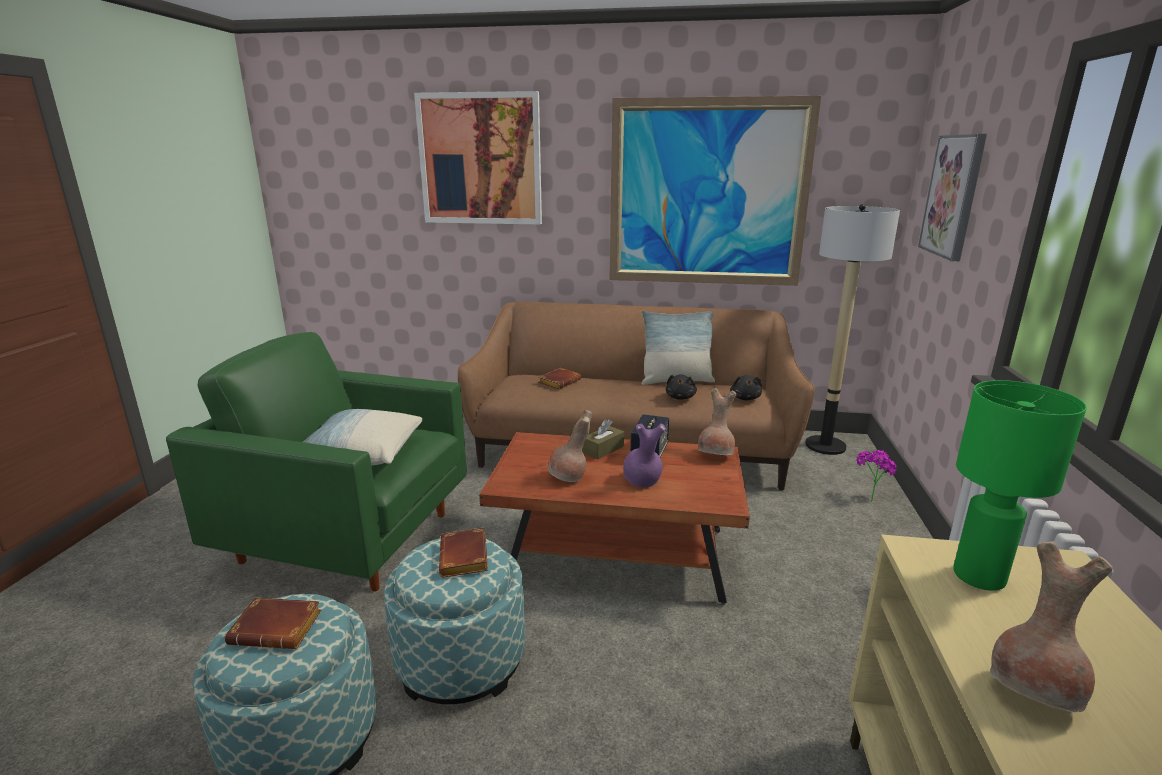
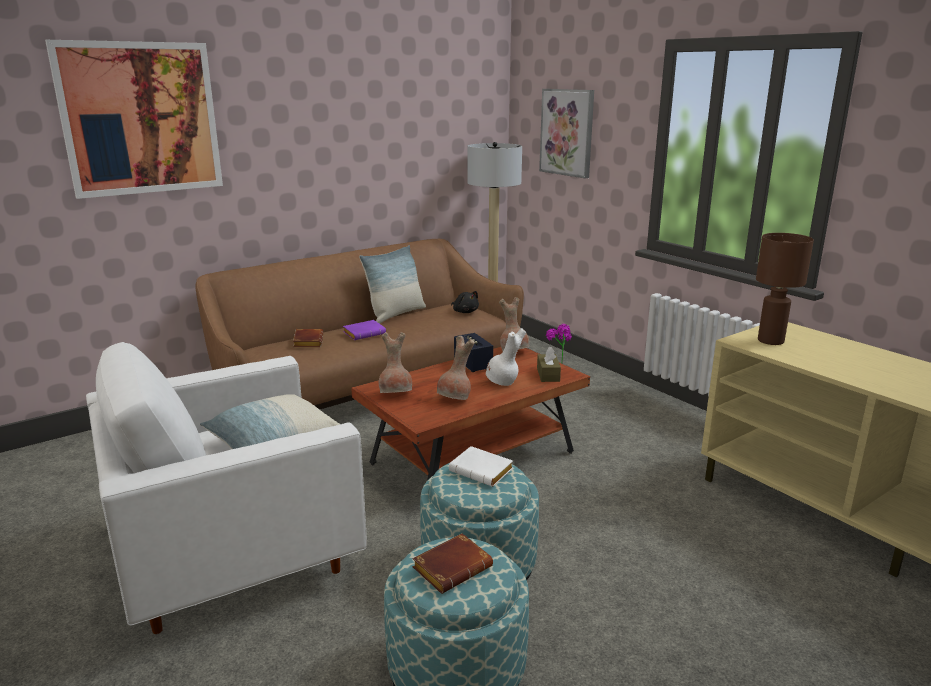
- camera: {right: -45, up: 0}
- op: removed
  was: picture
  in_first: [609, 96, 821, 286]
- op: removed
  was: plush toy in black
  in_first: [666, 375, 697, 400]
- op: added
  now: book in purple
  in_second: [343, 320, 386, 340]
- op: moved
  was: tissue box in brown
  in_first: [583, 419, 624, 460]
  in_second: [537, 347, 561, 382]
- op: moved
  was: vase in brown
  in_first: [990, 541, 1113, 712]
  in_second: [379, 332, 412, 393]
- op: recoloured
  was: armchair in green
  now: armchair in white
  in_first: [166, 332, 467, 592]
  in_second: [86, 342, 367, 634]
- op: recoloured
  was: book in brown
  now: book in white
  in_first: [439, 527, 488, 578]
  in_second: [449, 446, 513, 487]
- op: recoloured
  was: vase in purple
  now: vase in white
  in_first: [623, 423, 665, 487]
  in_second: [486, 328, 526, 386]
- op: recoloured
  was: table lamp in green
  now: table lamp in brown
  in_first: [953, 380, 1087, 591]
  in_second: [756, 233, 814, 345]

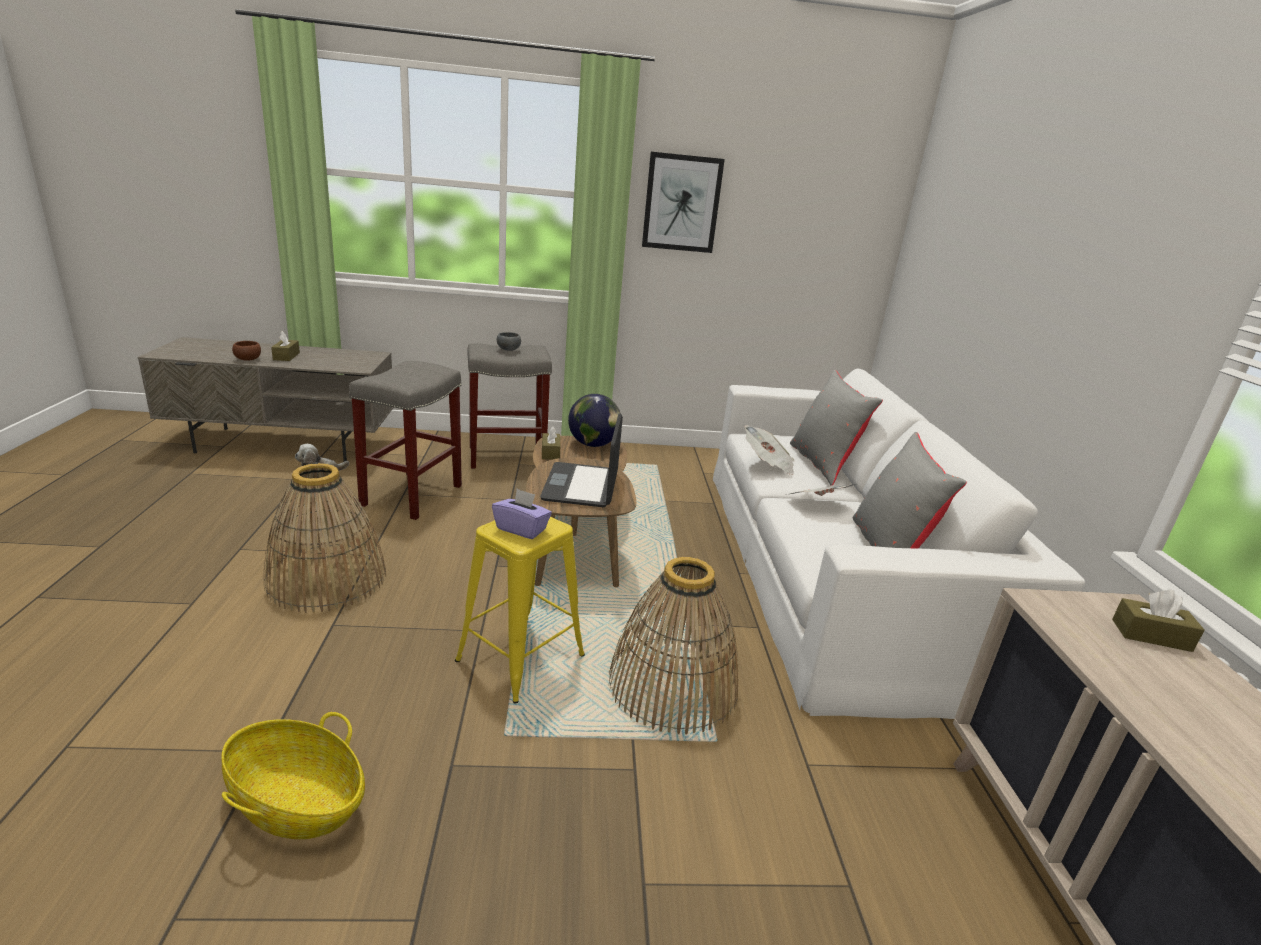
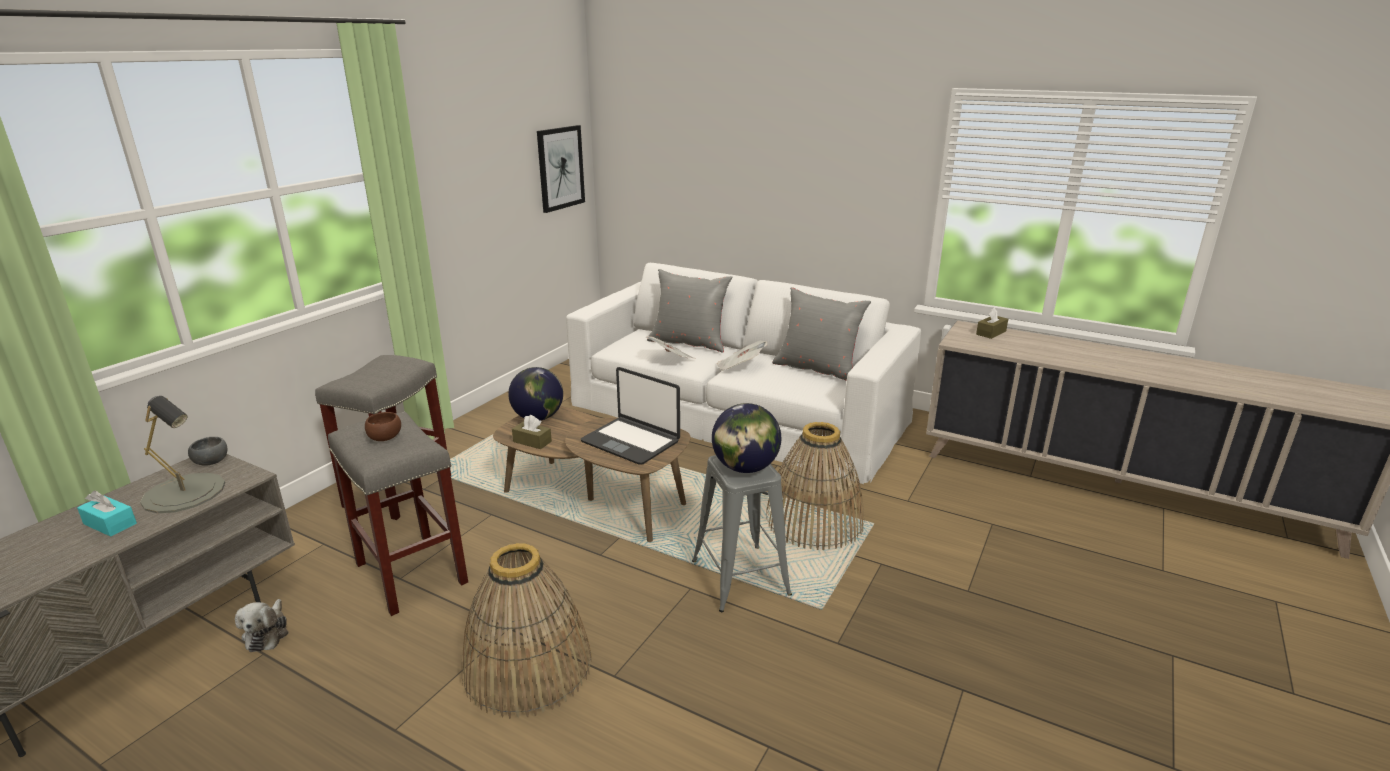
- camera: {right: -55, up: 0}
- op: removed
  was: basket
  in_first: [221, 712, 365, 839]
- op: added
  now: table lamp in grey
  in_second: [140, 396, 225, 513]
- op: moved
  was: bowl in brown
  in_first: [232, 341, 261, 361]
  in_second: [365, 412, 401, 441]
- op: moved
  was: bowl in grey
  in_first: [497, 332, 521, 351]
  in_second: [188, 437, 227, 466]
- op: moved
  was: picture
  in_first: [642, 152, 725, 253]
  in_second: [537, 125, 585, 213]
- op: replaced
  was: tissue box in purple
  now: globe
  in_first: [492, 489, 552, 539]
  in_second: [712, 403, 781, 473]
- op: recoloured
  was: tissue box in brown
  now: tissue box in turquoise
  in_first: [271, 331, 300, 361]
  in_second: [77, 491, 137, 536]
- op: recoloured
  was: stool in yellow
  now: stool in grey
  in_first: [455, 516, 585, 704]
  in_second: [692, 455, 792, 612]

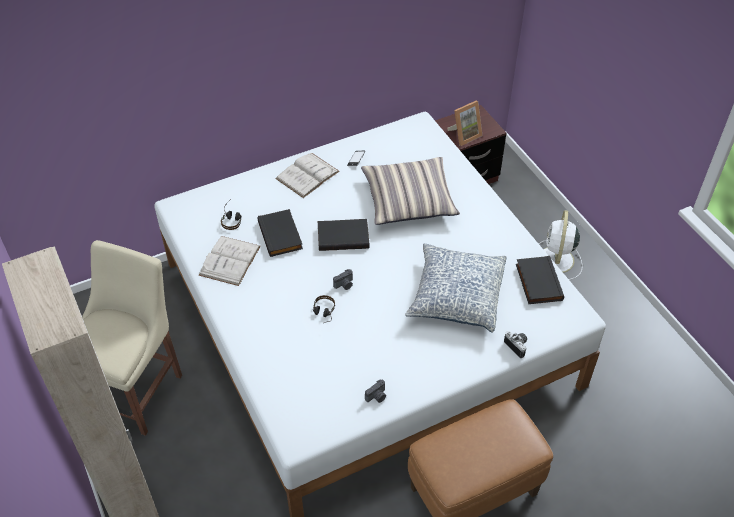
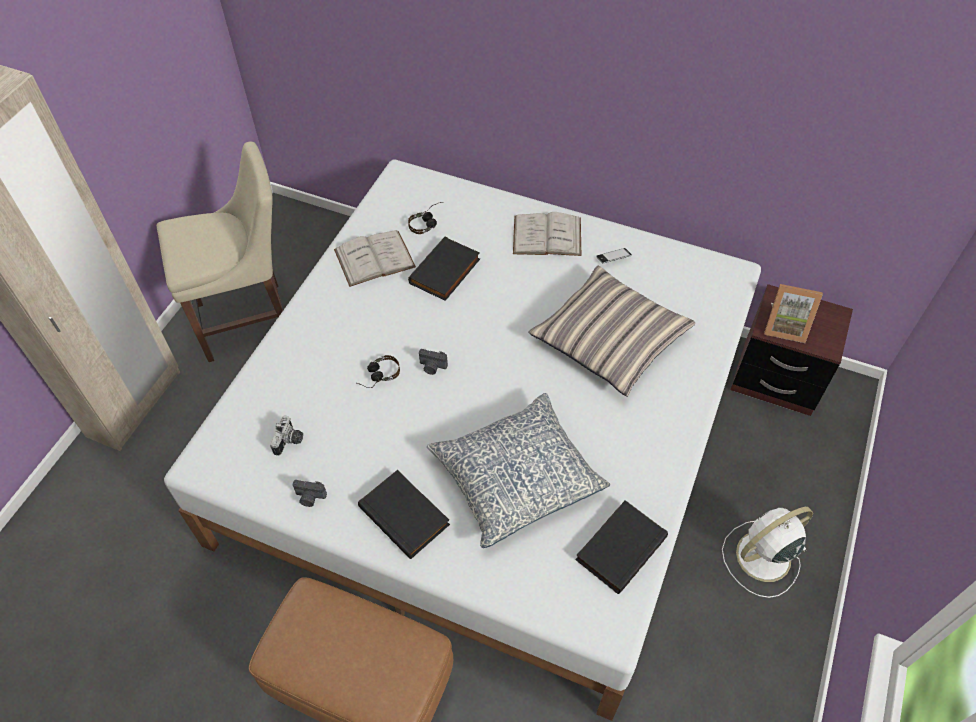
- camera: {right: 50, up: 5}
- op: moved
  was: book in black
  in_first: [318, 219, 369, 251]
  in_second: [358, 470, 450, 559]
- op: moved
  was: photo camera
  in_first: [504, 331, 527, 358]
  in_second: [270, 415, 303, 456]

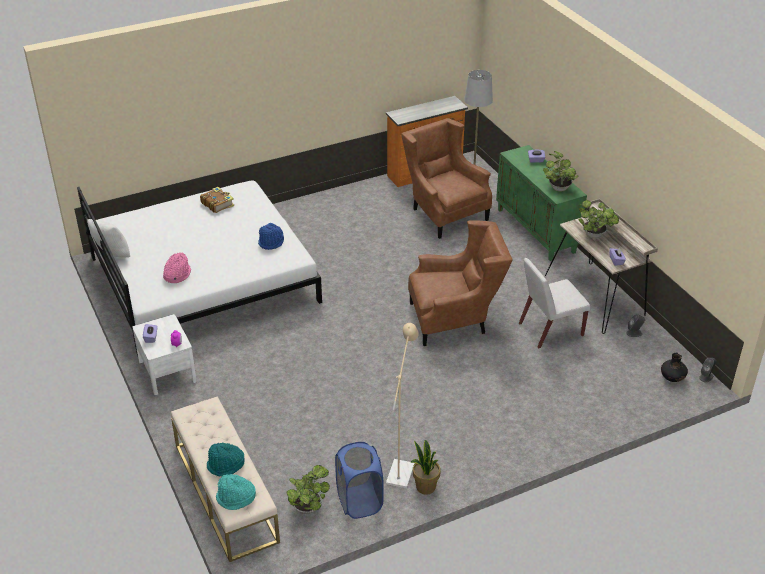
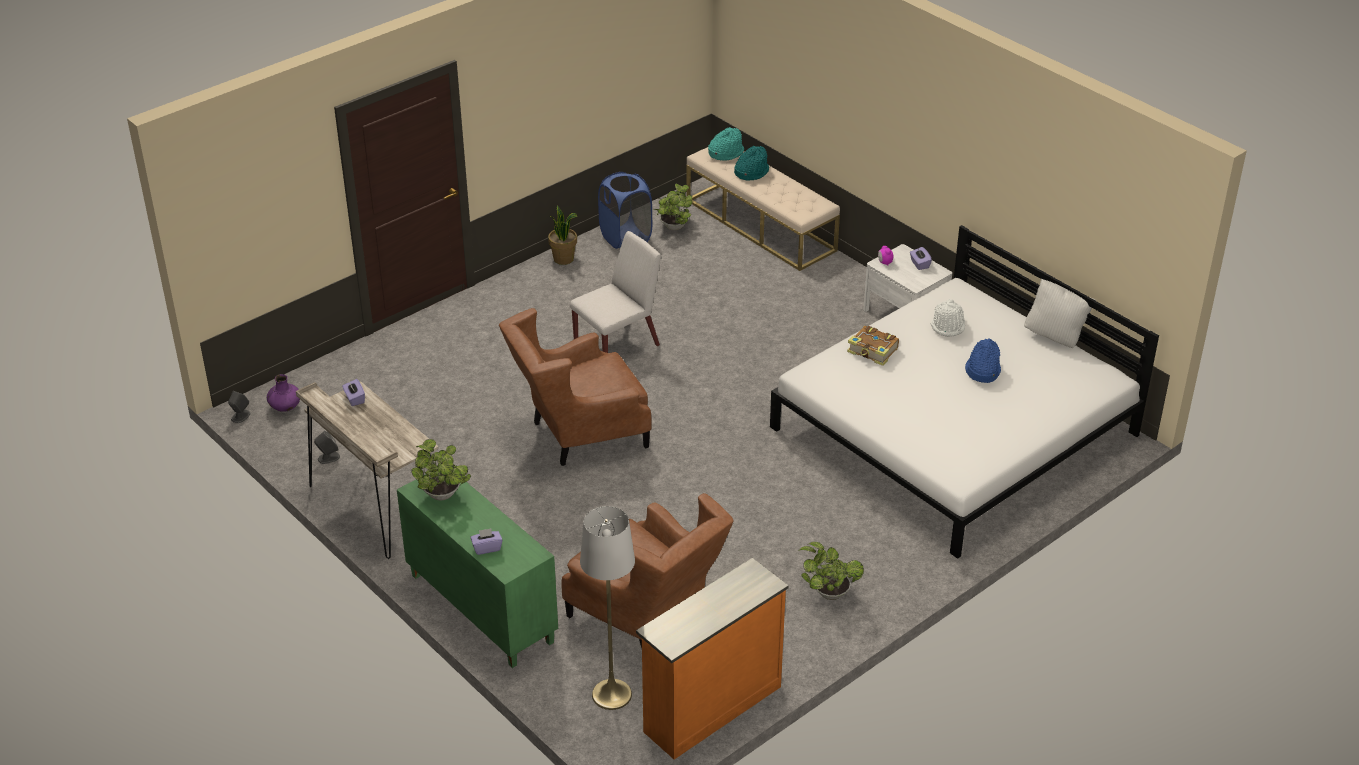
- camera: {right: 165, up: 0}
- op: removed
  was: floor lamp in beige
  in_first: [386, 323, 419, 488]
- op: moved
  was: book
  in_first: [200, 187, 234, 213]
  in_second: [847, 326, 899, 366]
- op: moved
  was: hat in blue
  in_first: [258, 223, 284, 250]
  in_second: [965, 338, 1001, 383]
- op: moved
  was: chair in white
  in_first: [519, 258, 590, 349]
  in_second: [570, 231, 661, 353]
- op: moved
  was: potted plant
  in_first: [578, 200, 619, 238]
  in_second: [800, 542, 864, 600]
- op: recoloured
  was: hat in pink
  now: hat in white
  in_first: [163, 252, 191, 283]
  in_second: [931, 299, 965, 337]
- op: recoloured
  was: vase in black
  now: vase in purple
  in_first: [661, 353, 688, 382]
  in_second: [267, 374, 300, 412]

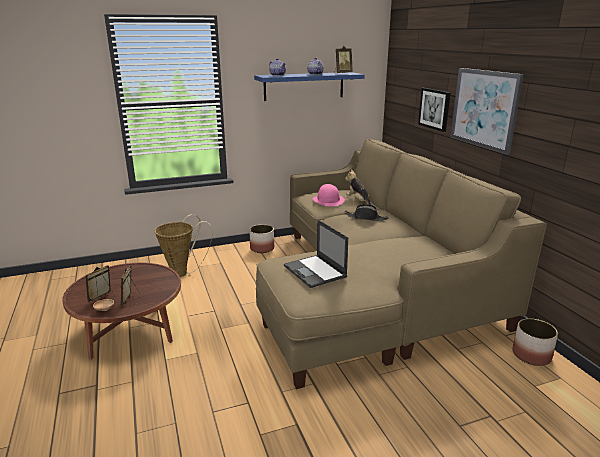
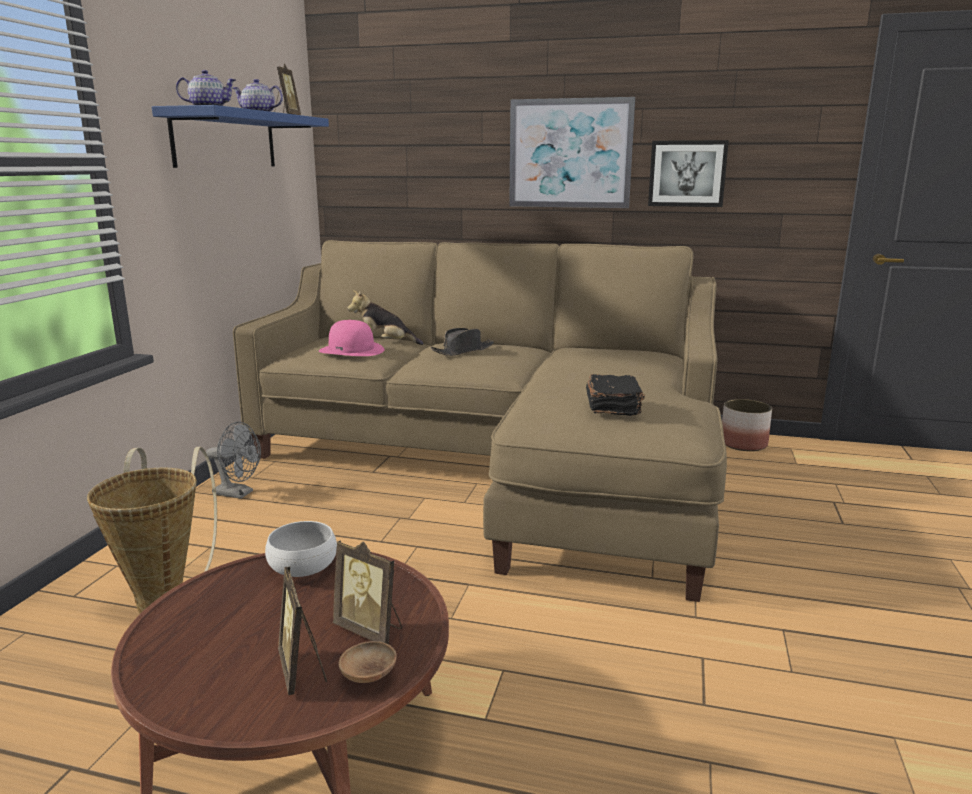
- camera: {right: -55, up: -5}
- op: added
  now: bowl in white
  in_second: [265, 521, 337, 577]
- op: moved
  was: picture
  in_first: [418, 88, 451, 132]
  in_second: [648, 140, 729, 207]
- op: replaced
  was: planter
  now: fan in grey
  in_first: [249, 225, 274, 253]
  in_second: [206, 422, 261, 499]
- op: replaced
  was: laptop
  now: book in black
  in_first: [284, 220, 348, 288]
  in_second: [586, 374, 645, 416]

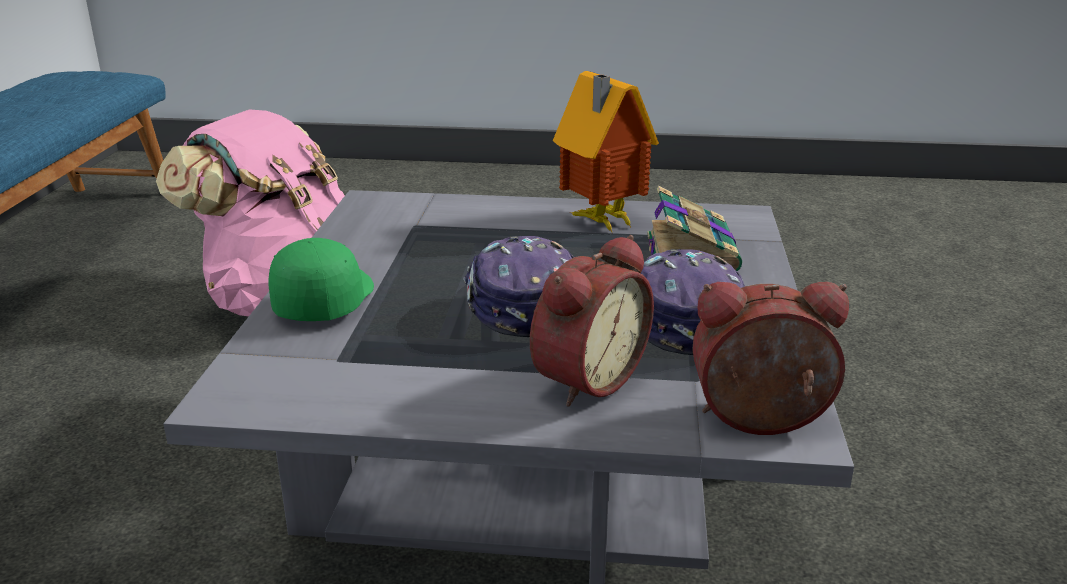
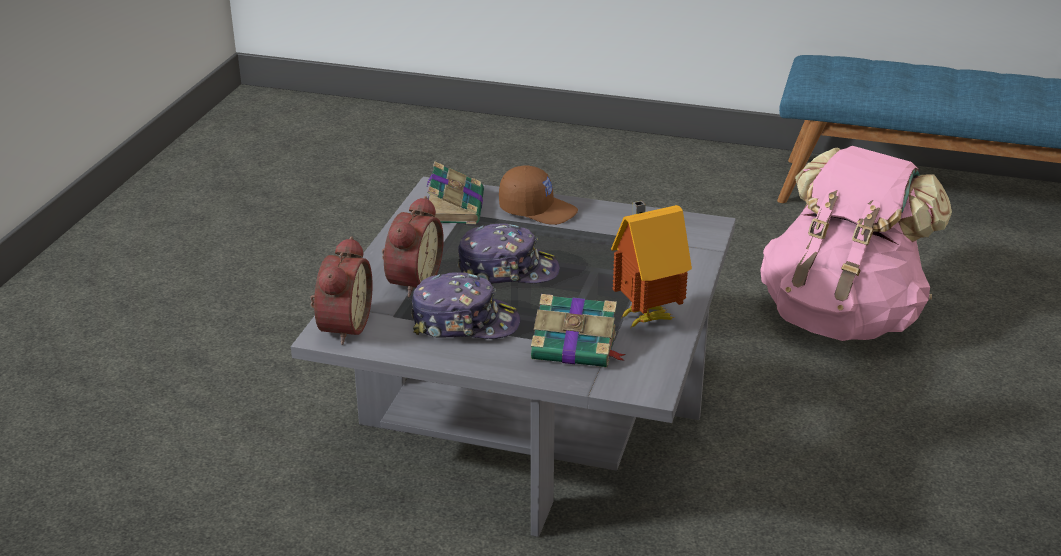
- camera: {right: 100, up: 5}
- op: added
  now: book
  in_second: [427, 162, 484, 224]
- op: recoloured
  was: cap in green
  now: cap in brown
  in_first: [268, 238, 374, 321]
  in_second: [499, 165, 578, 225]
- op: turned
  was: alarm clock
  in_first: [530, 235, 654, 407]
  in_second: [382, 196, 444, 297]
  clockwise: -120

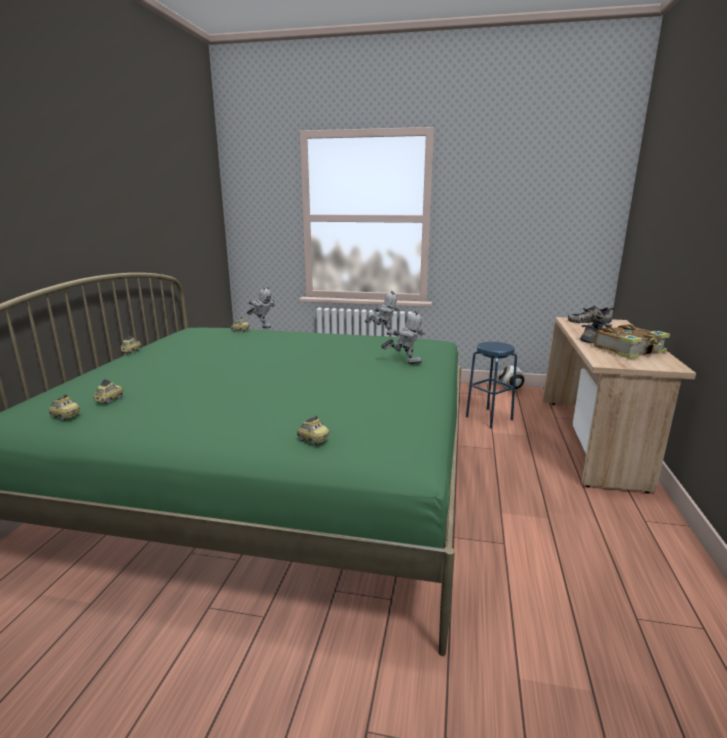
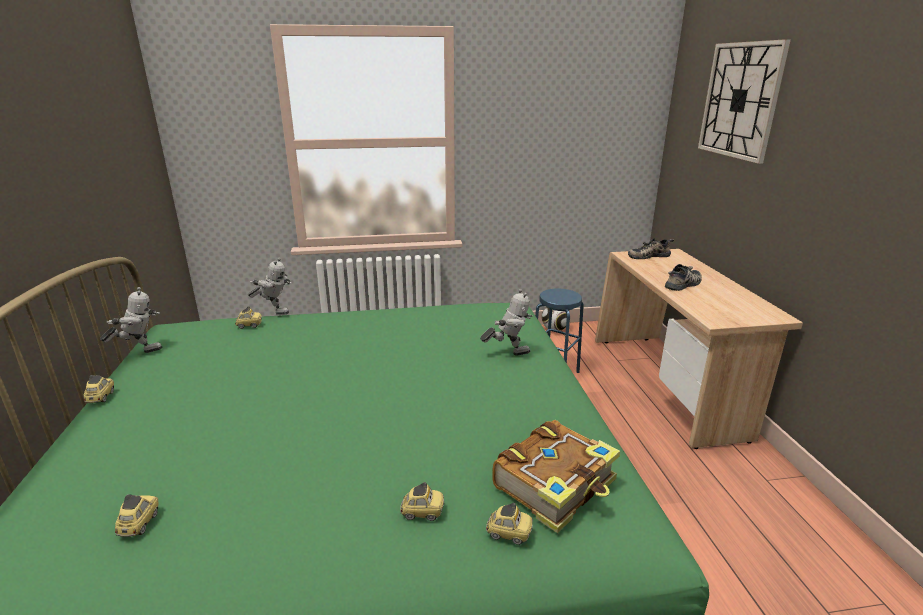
- camera: {right: -20, up: 5}
- op: added
  now: wall clock
  in_second: [698, 39, 791, 164]
- op: moved
  was: toy car
  in_first: [49, 394, 80, 421]
  in_second: [400, 482, 444, 521]
- op: moved
  was: toy robot
  in_first: [365, 291, 400, 335]
  in_second: [100, 287, 162, 353]
- op: moved
  was: book
  in_first: [594, 324, 670, 359]
  in_second: [492, 420, 620, 533]

